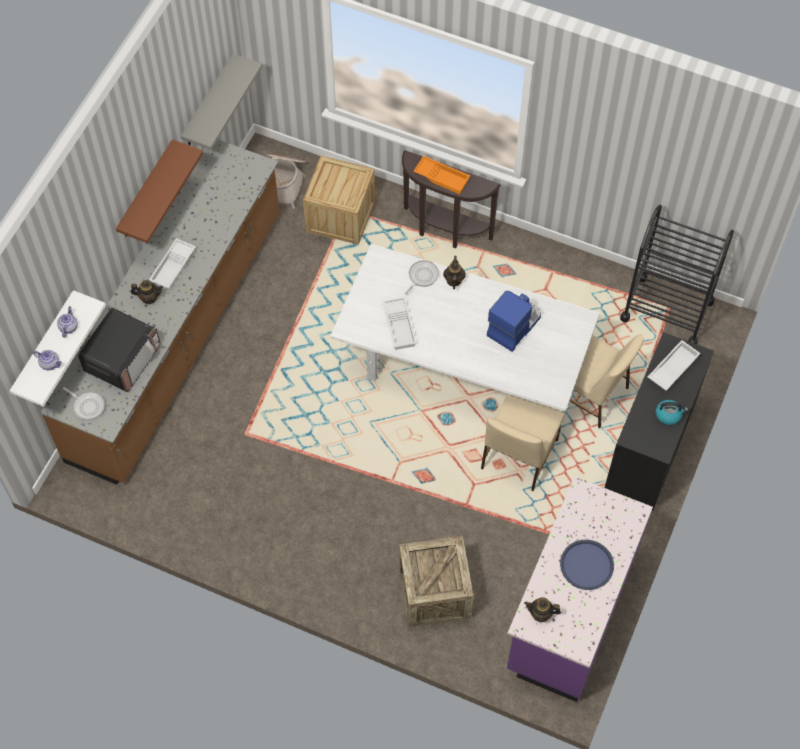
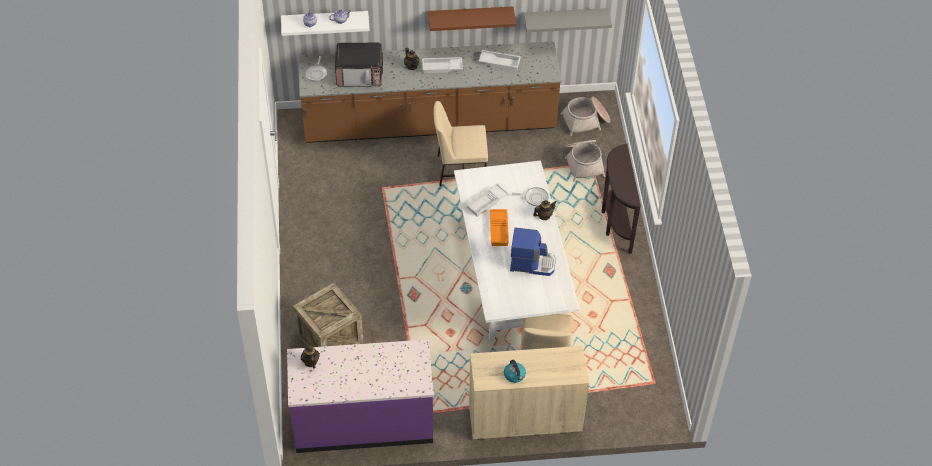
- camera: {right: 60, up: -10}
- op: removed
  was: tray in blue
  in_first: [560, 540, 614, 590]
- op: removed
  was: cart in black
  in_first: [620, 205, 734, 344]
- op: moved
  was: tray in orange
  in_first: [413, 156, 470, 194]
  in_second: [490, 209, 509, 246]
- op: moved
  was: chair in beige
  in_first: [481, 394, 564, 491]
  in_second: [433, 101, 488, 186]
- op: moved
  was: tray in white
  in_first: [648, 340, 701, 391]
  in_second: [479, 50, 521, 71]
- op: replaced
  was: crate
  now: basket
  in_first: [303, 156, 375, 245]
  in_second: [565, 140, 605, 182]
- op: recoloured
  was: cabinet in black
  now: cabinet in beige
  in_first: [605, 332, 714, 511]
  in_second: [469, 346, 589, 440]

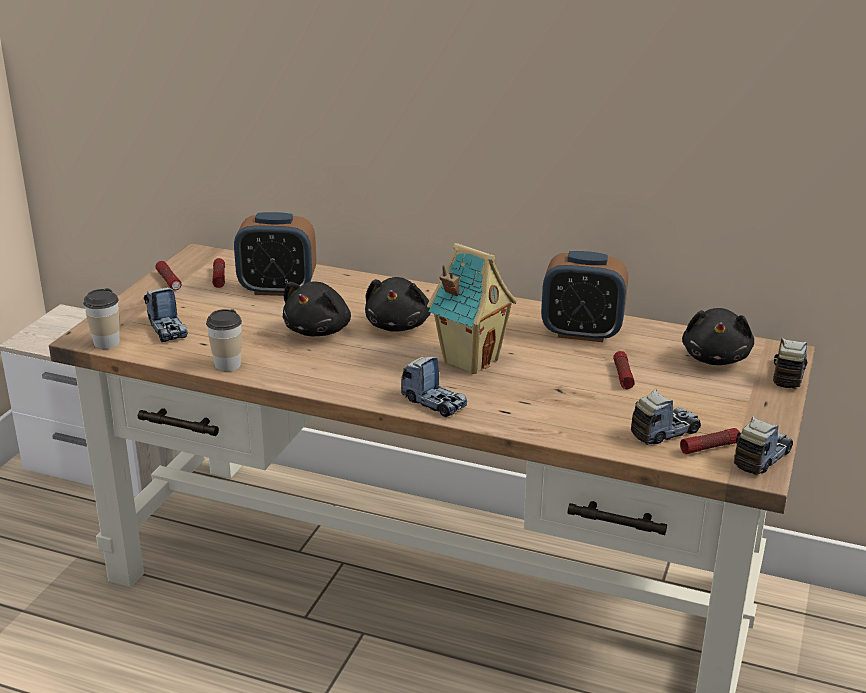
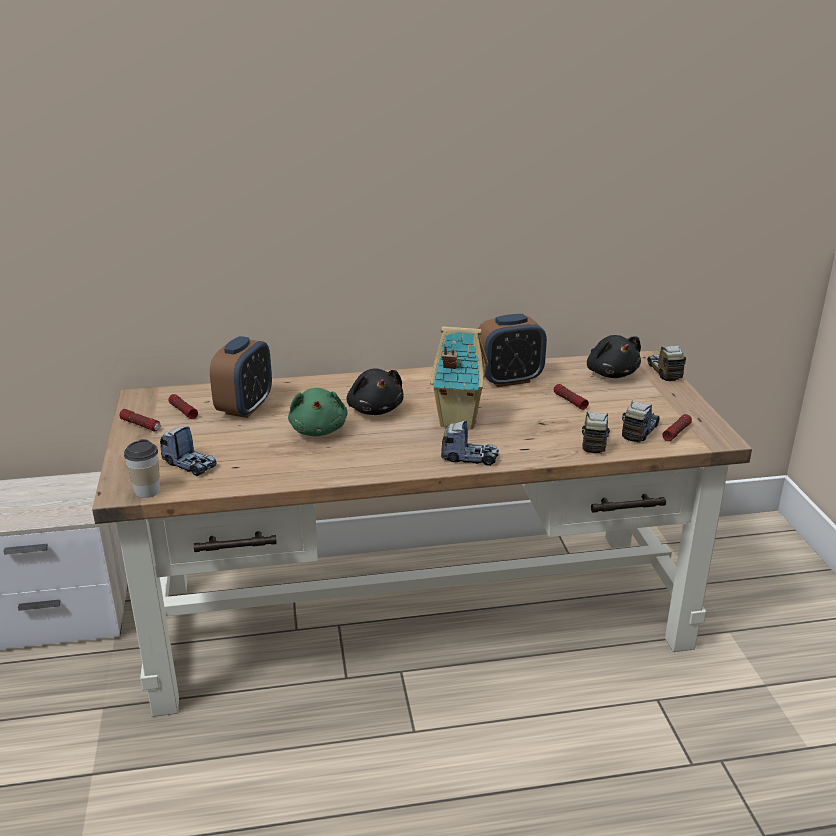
- camera: {right: -30, up: 0}
- op: removed
  was: cup
  in_first: [206, 309, 242, 371]
- op: moved
  was: toy truck
  in_first: [734, 416, 793, 475]
  in_second: [582, 411, 610, 454]
- op: recoloured
  was: plush toy in black
  now: plush toy in green
  in_first: [283, 282, 351, 336]
  in_second: [288, 388, 348, 436]
- op: turned
  was: alarm clock
  in_first: [234, 212, 316, 296]
  in_second: [210, 336, 272, 418]
  clockwise: -45

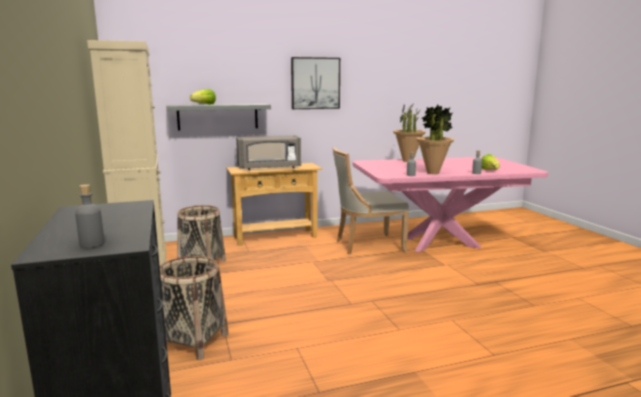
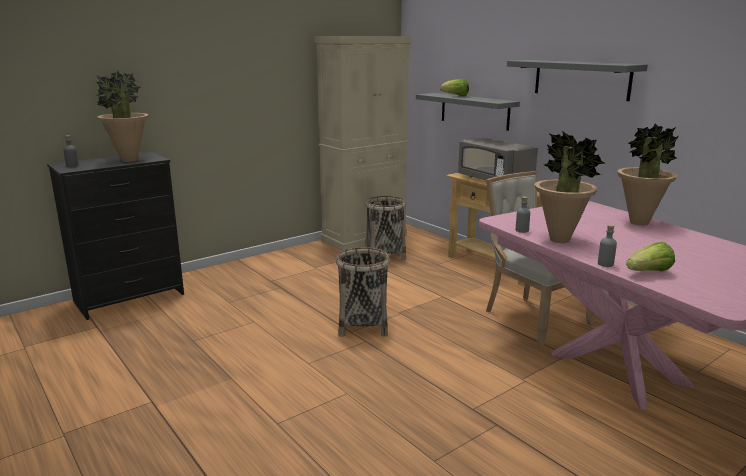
- camera: {right: 70, up: 5}
- op: added
  now: potted plant
  in_second: [97, 70, 149, 162]
- op: moved
  was: basket
  in_first: [160, 256, 228, 360]
  in_second: [336, 247, 390, 337]
- op: replaced
  was: picture
  now: shelf in grey
  in_first: [291, 57, 340, 109]
  in_second: [507, 60, 648, 101]

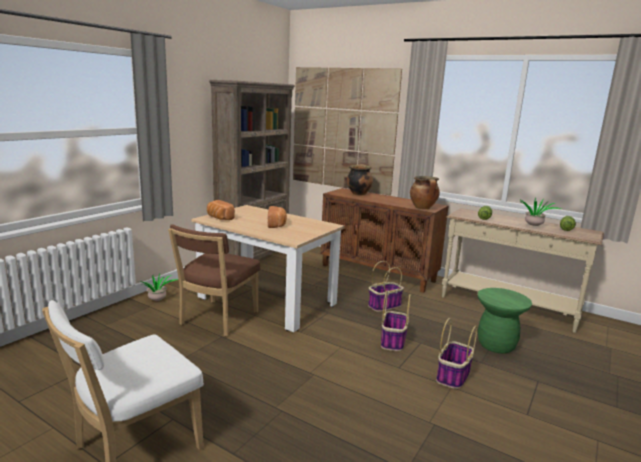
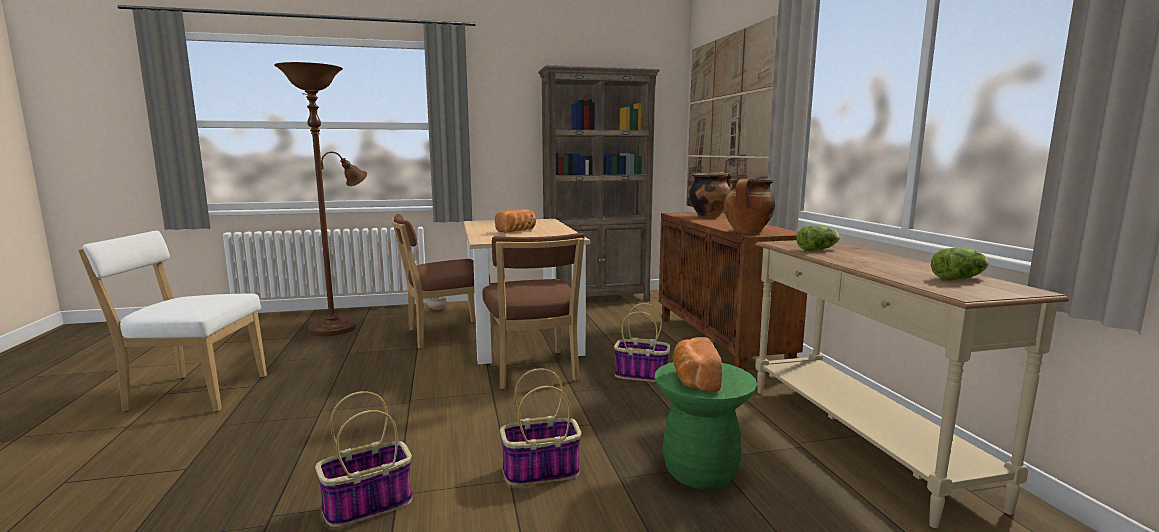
- camera: {right: 45, up: -5}
- op: removed
  was: potted plant
  in_first: [519, 197, 562, 226]
- op: added
  now: floor lamp in brown
  in_second: [274, 62, 367, 336]
- op: added
  now: chair in brown
  in_second: [482, 233, 585, 390]
- op: moved
  was: bread
  in_first: [207, 200, 235, 220]
  in_second: [672, 337, 722, 392]
- op: moved
  was: basket
  in_first: [381, 290, 411, 351]
  in_second: [315, 391, 412, 527]

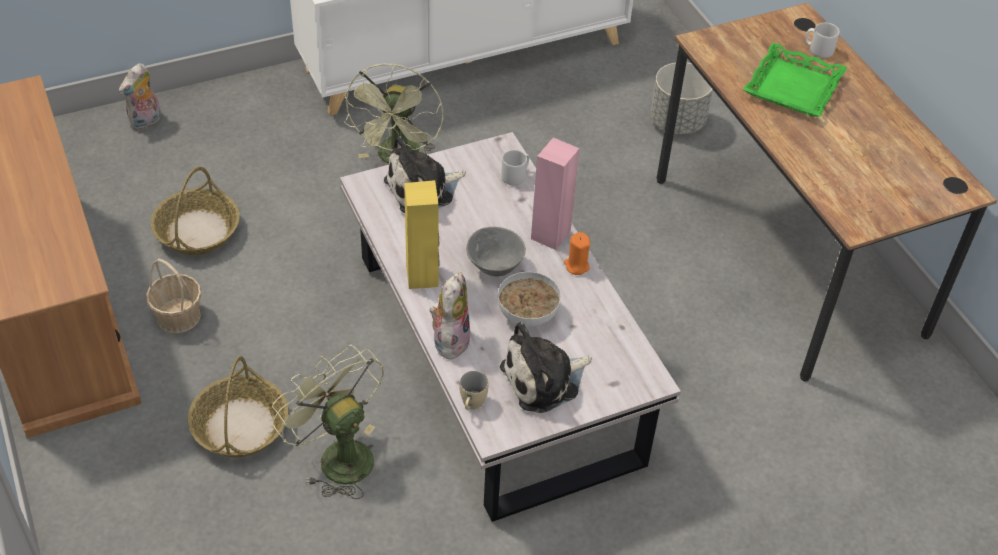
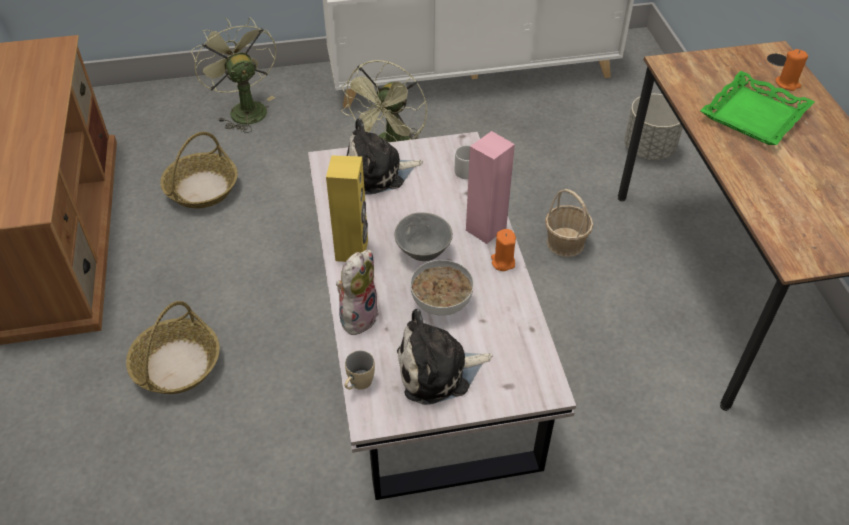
- camera: {right: 15, up: 0}
- op: removed
  was: plush toy
  in_first: [119, 63, 161, 130]
- op: moved
  was: basket
  in_first: [146, 259, 202, 333]
  in_second: [545, 189, 593, 257]
- op: moved
  was: fan in green
  in_first: [272, 345, 384, 499]
  in_second: [191, 18, 277, 133]
- op: replaced
  was: mug in grey
  now: candle in orange
  in_first: [805, 23, 840, 58]
  in_second: [775, 49, 808, 91]

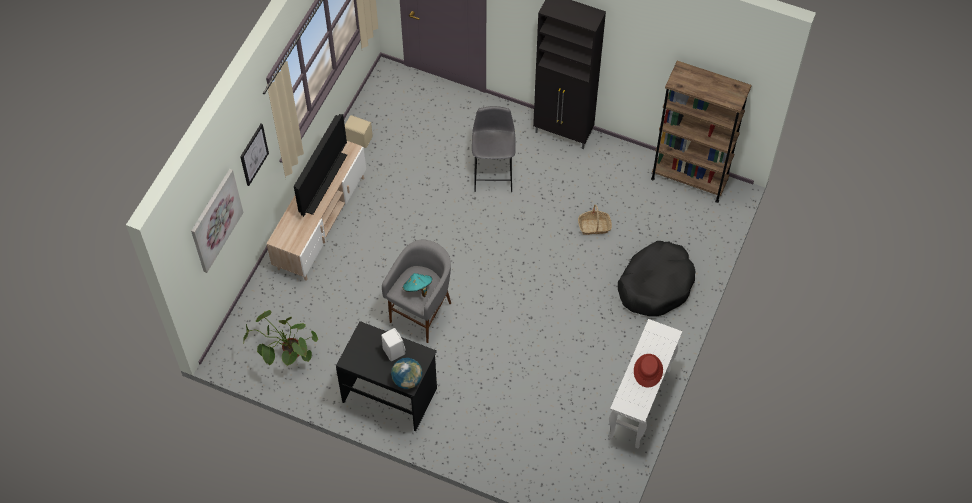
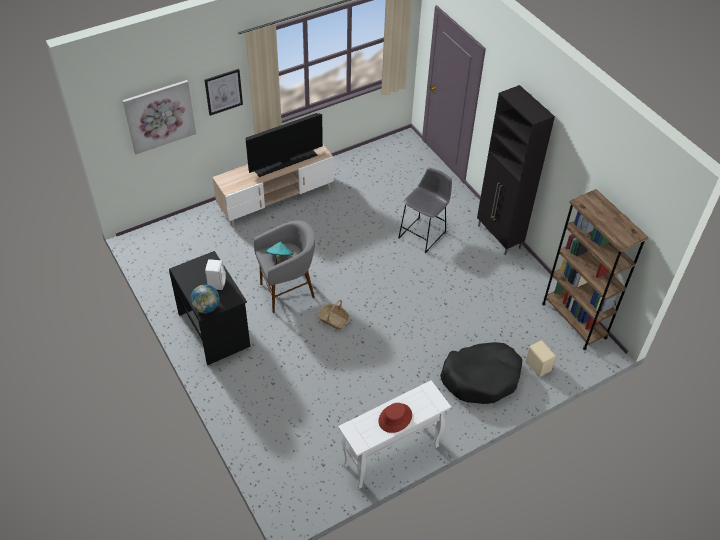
- camera: {right: 35, up: -10}
- op: removed
  was: potted plant
  in_first: [243, 310, 318, 366]
- op: moved
  was: speaker in beige
  in_first: [345, 115, 373, 148]
  in_second: [525, 340, 556, 377]
- op: moved
  was: basket
  in_first: [578, 204, 612, 235]
  in_second: [318, 300, 350, 330]

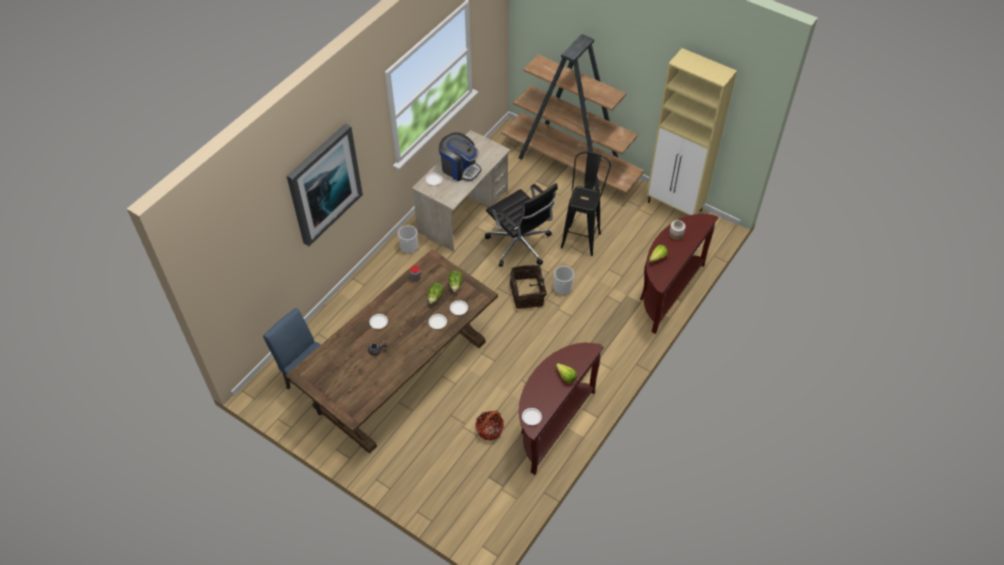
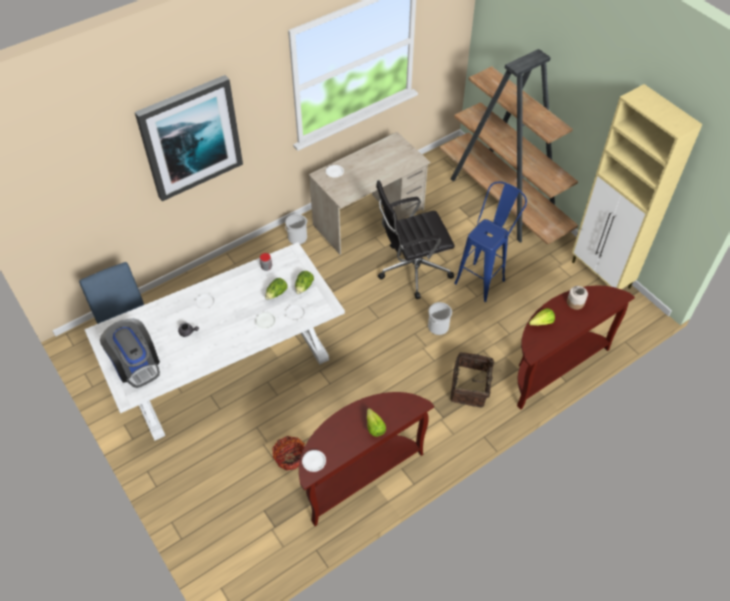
- camera: {right: 20, up: 0}
- op: moved
  was: coffee machine
  in_first: [439, 132, 482, 181]
  in_second: [100, 318, 160, 388]
- op: moved
  was: basket
  in_first: [510, 265, 547, 309]
  in_second: [450, 352, 501, 408]
- op: recoloured
  was: dining table in brown
  now: dining table in white
  in_first: [285, 249, 498, 454]
  in_second: [84, 242, 345, 441]
- op: recoloured
  was: stool in black
  now: stool in blue
  in_first: [561, 152, 611, 256]
  in_second: [454, 182, 527, 302]
- op: turned
  was: office chair in black
  in_first: [485, 183, 558, 267]
  in_second: [376, 180, 455, 299]
  clockwise: 90

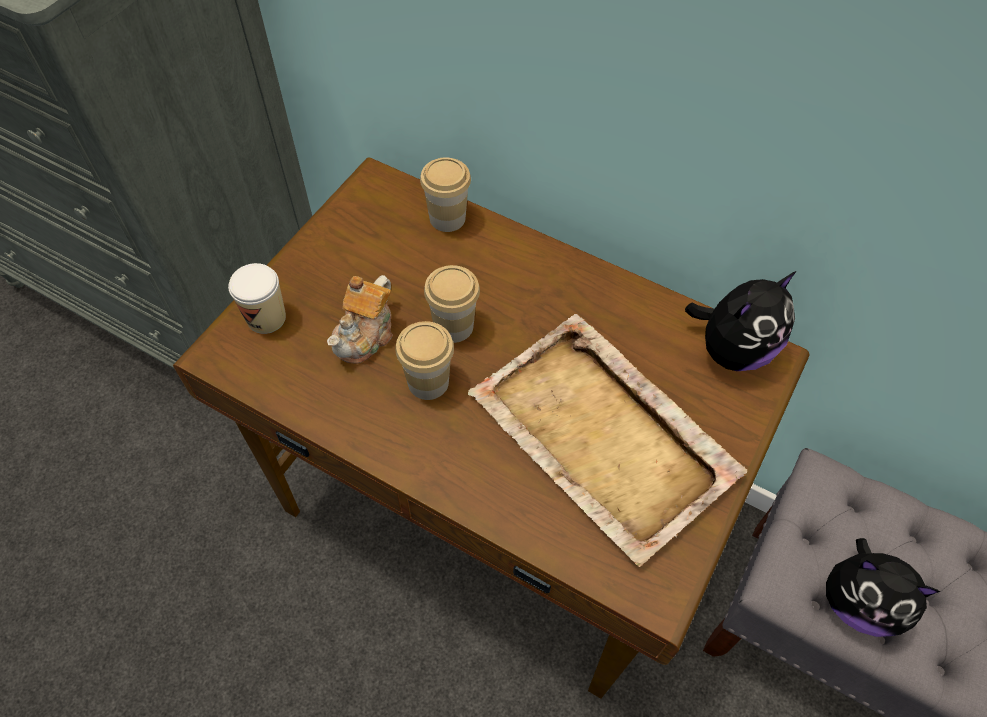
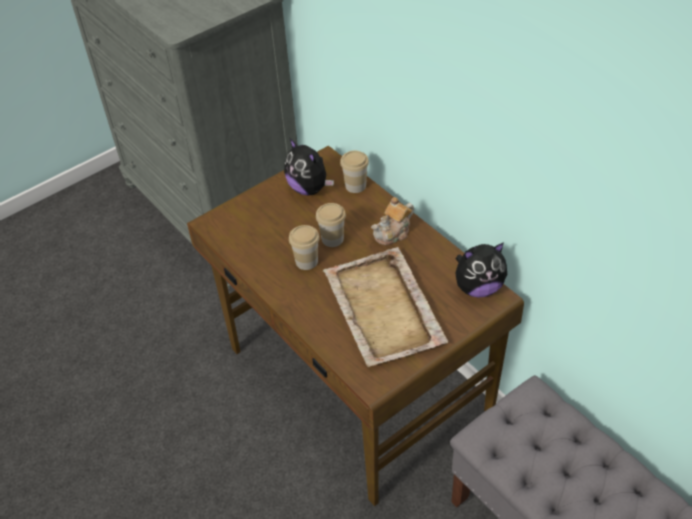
- camera: {right: 25, up: -10}
- op: removed
  was: cup
  in_first: [228, 263, 286, 334]
- op: moved
  was: teapot
  in_first: [327, 275, 393, 364]
  in_second: [371, 197, 414, 245]
- op: moved
  was: plush toy
  in_first: [826, 538, 940, 637]
  in_second: [284, 138, 334, 195]

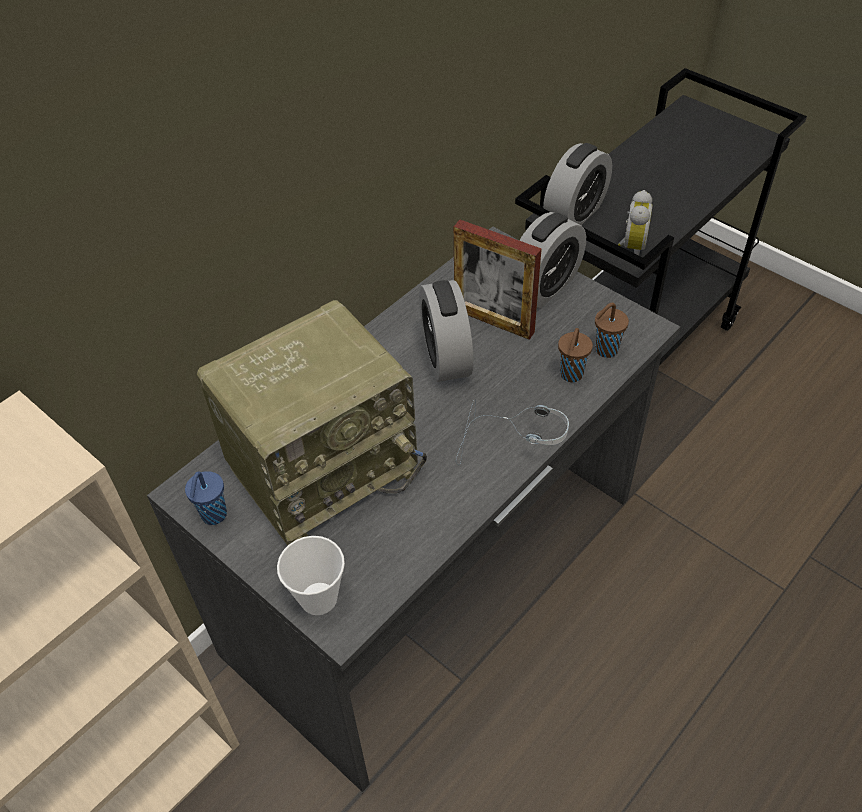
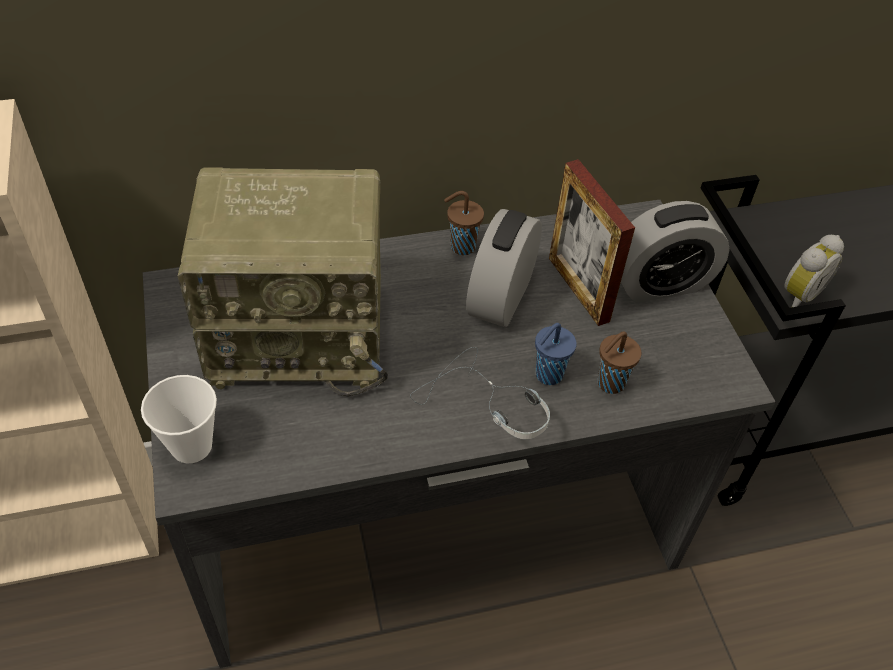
- camera: {right: 30, up: 0}
- op: removed
  was: alarm clock
  in_first: [543, 143, 612, 225]
- op: moved
  was: cup in blue
  in_first: [185, 471, 227, 525]
  in_second: [535, 323, 577, 385]
- op: moved
  was: cup in brown
  in_first: [595, 303, 629, 358]
  in_second: [444, 191, 484, 255]

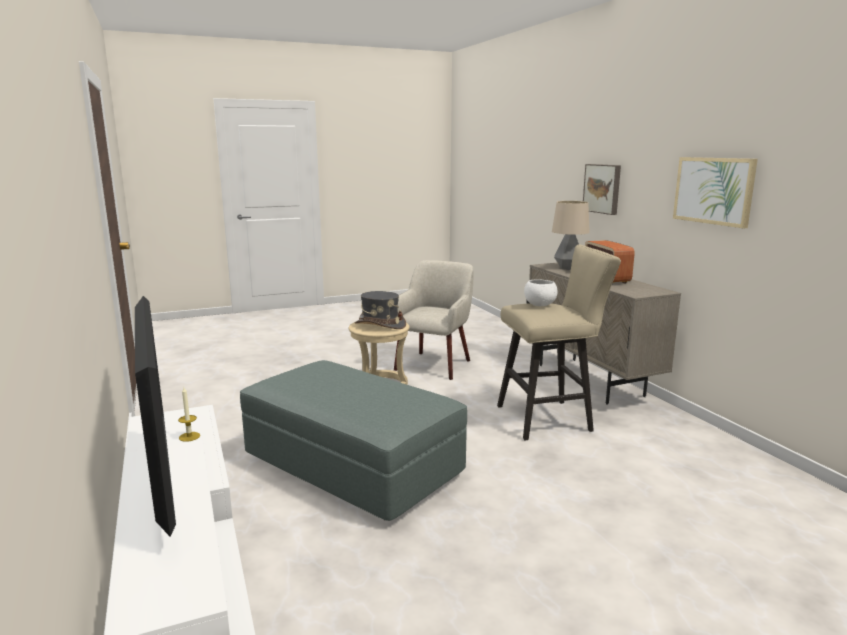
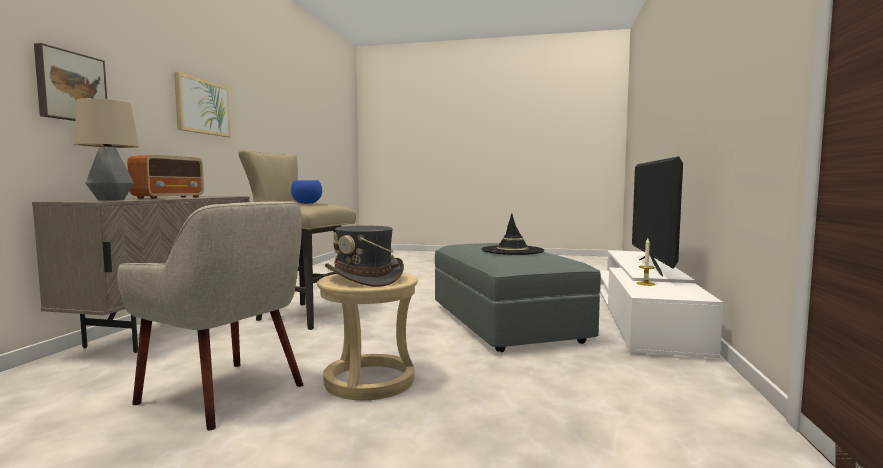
- camera: {right: -145, up: -10}
- op: added
  now: hat in black
  in_second: [481, 213, 544, 255]
- op: recoloured
  was: bowl in white
  now: bowl in blue
  in_first: [524, 279, 558, 306]
  in_second: [291, 180, 322, 204]
- op: turned
  was: armchair in beige
  in_first: [394, 260, 473, 380]
  in_second: [117, 201, 303, 430]
  clockwise: -120

